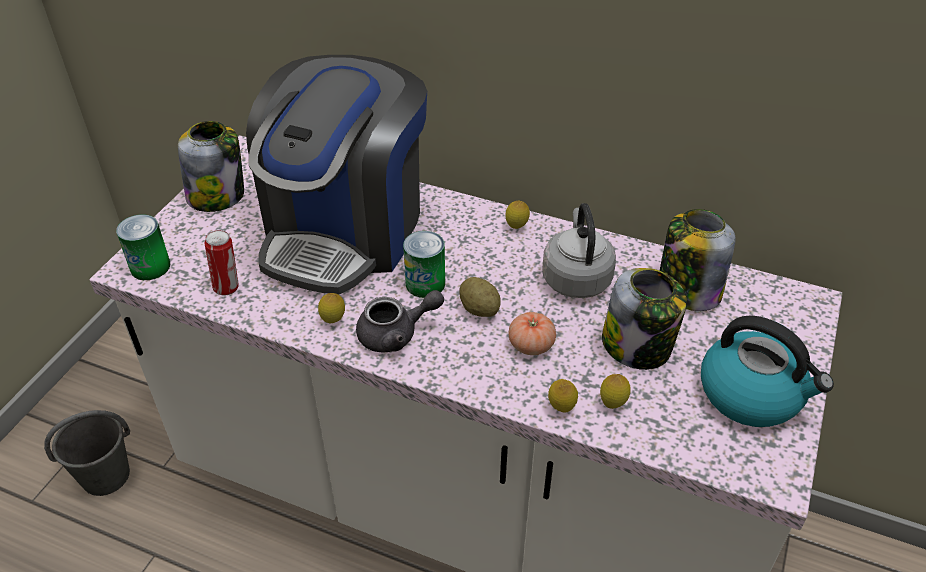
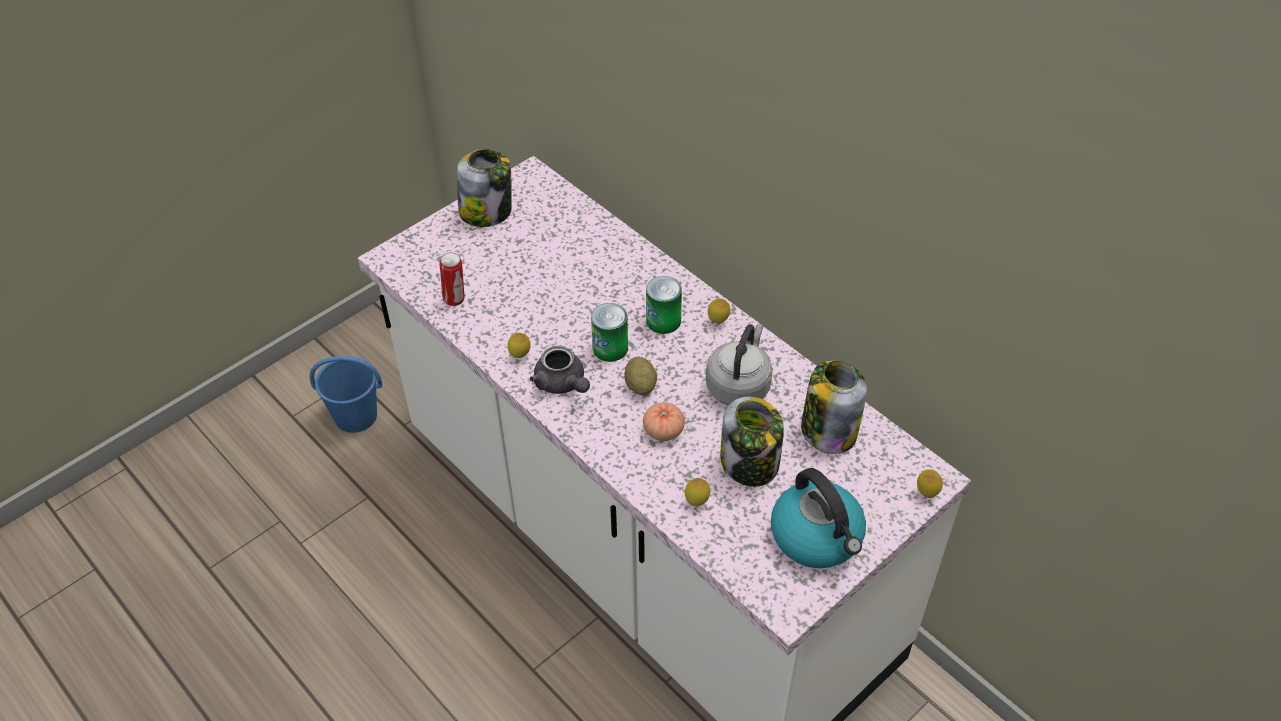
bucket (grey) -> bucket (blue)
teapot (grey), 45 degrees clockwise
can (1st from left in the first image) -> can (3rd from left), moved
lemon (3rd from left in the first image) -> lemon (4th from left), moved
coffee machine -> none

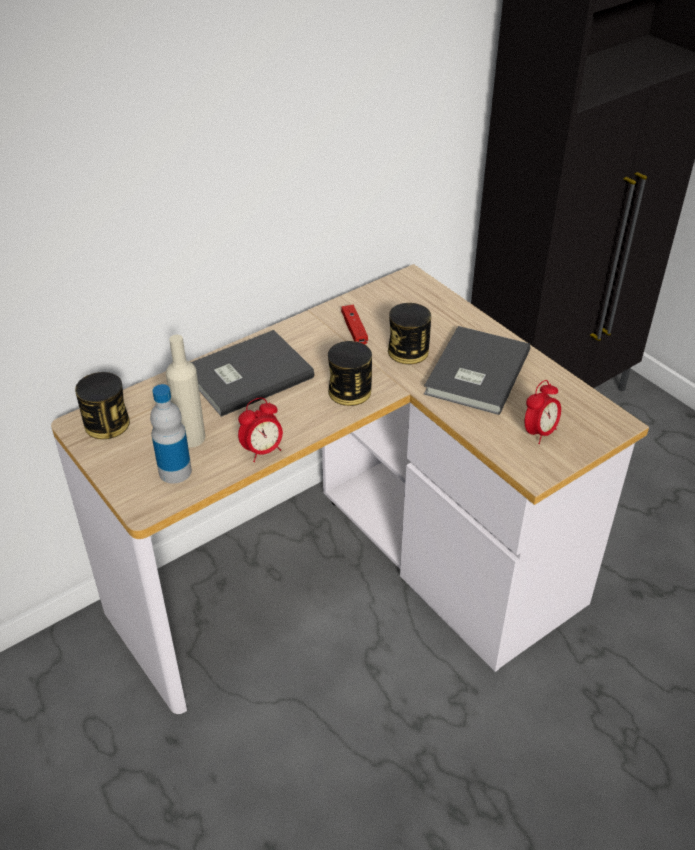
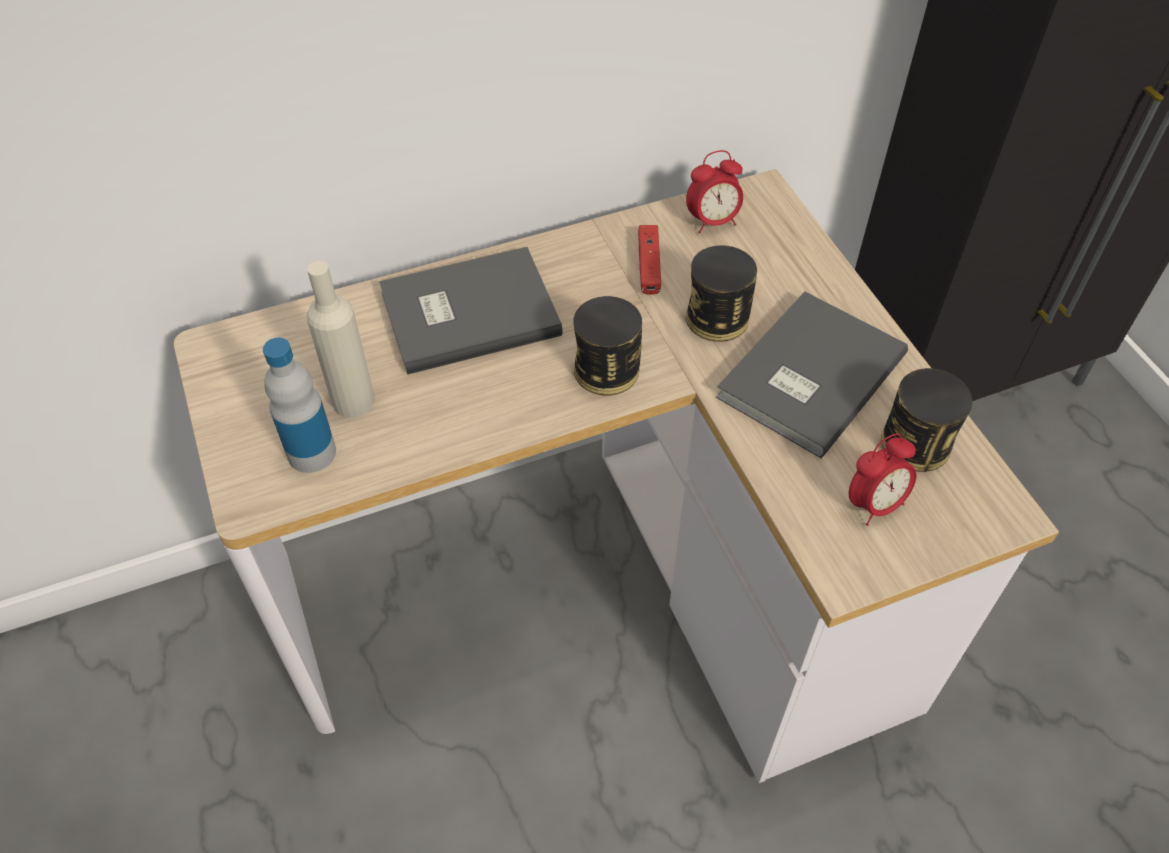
alarm clock (1st from left), moved
can (1st from left in the first image) -> can (3rd from left), moved

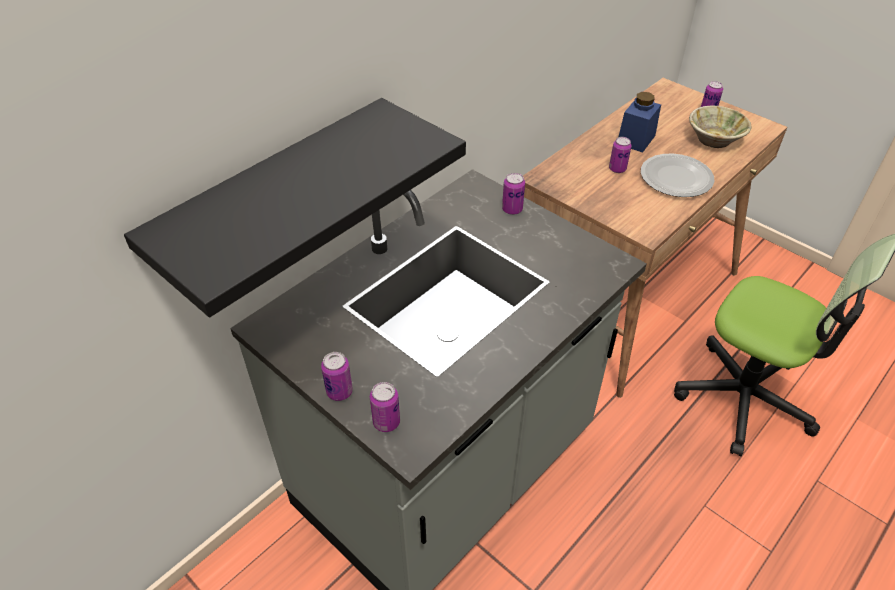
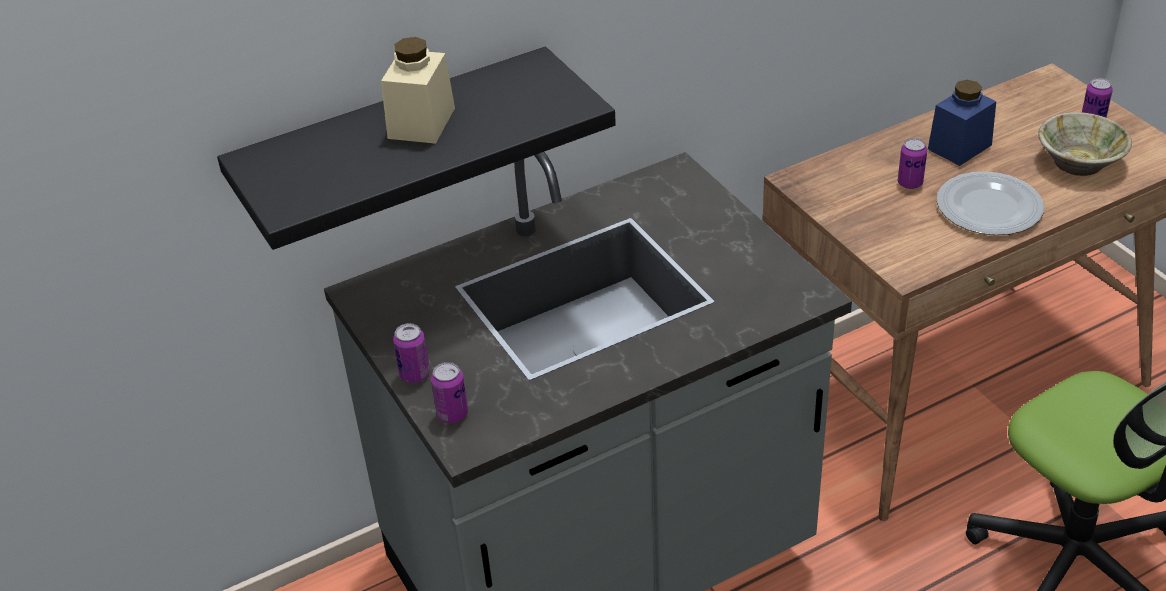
none -> jar (beige)
can (3rd from left) -> none

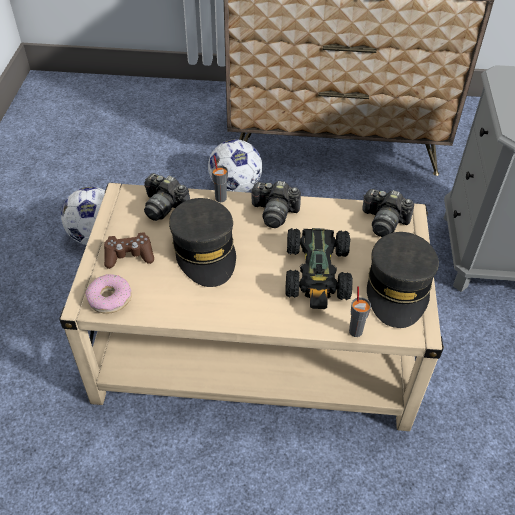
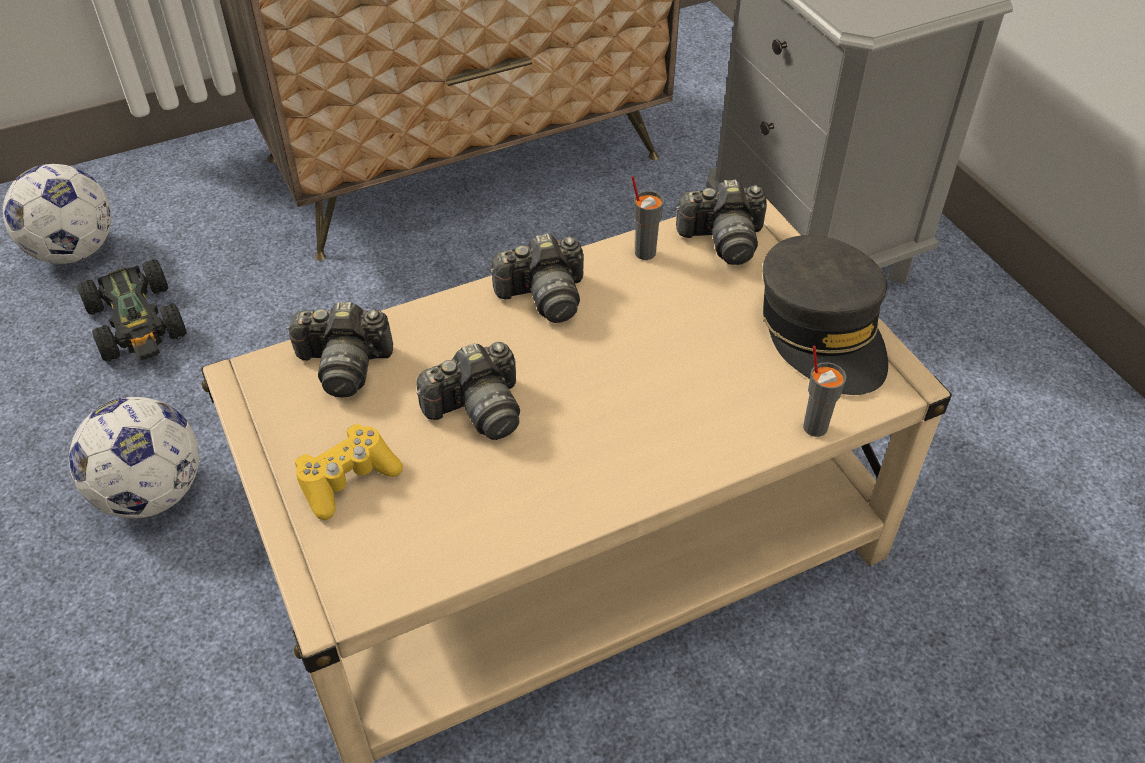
football (2nd from left in the first image) -> football (1st from left), moved
toy car (black), moved
game controller (brown) -> game controller (yellow)
cap (grey) (1st from left) -> photo camera (2nd from left)
cup (grey) (1st from left), moved
donut -> none

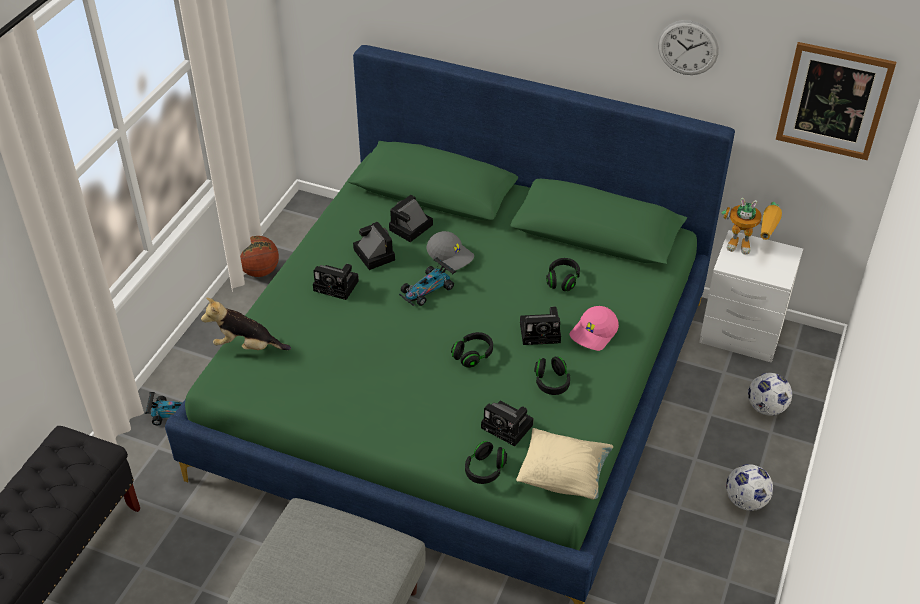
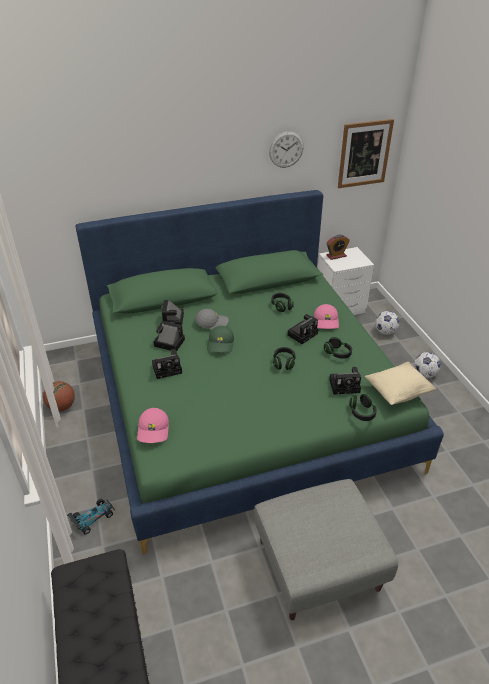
plush toy -> cap (pink) (1st from left)
toy car (2nd from left) -> cap (green)
toy robot -> alarm clock

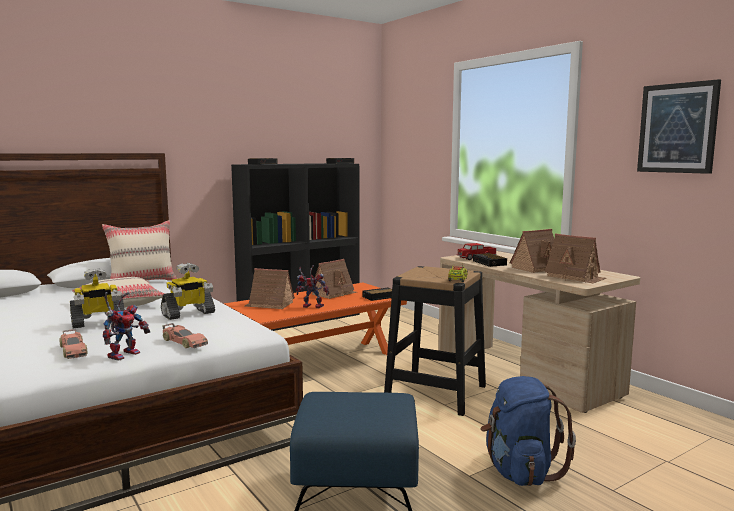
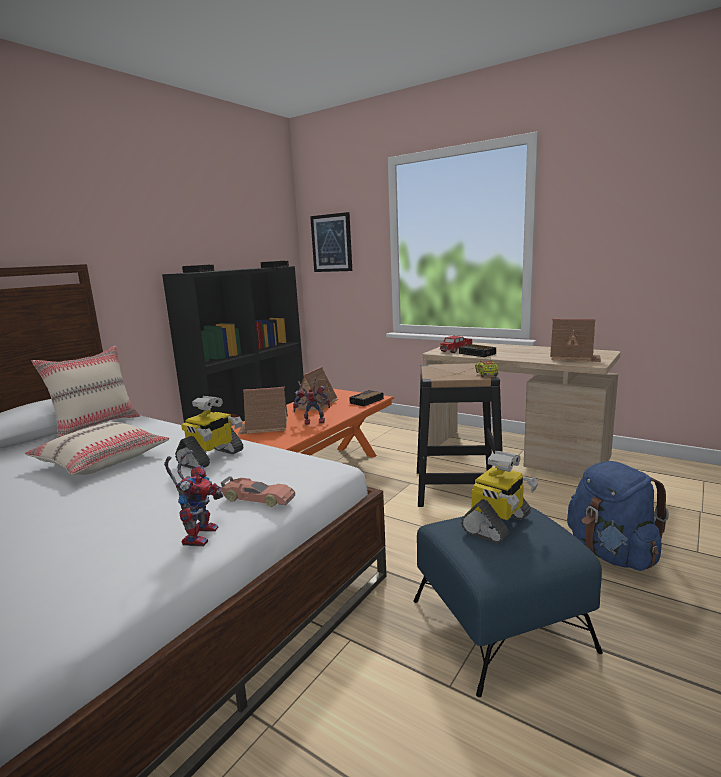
picture, moved
toy robot (1st from left in the first image) -> toy robot (4th from left), moved
toy car (1st from left) -> none
toy house (3rd from left) -> none

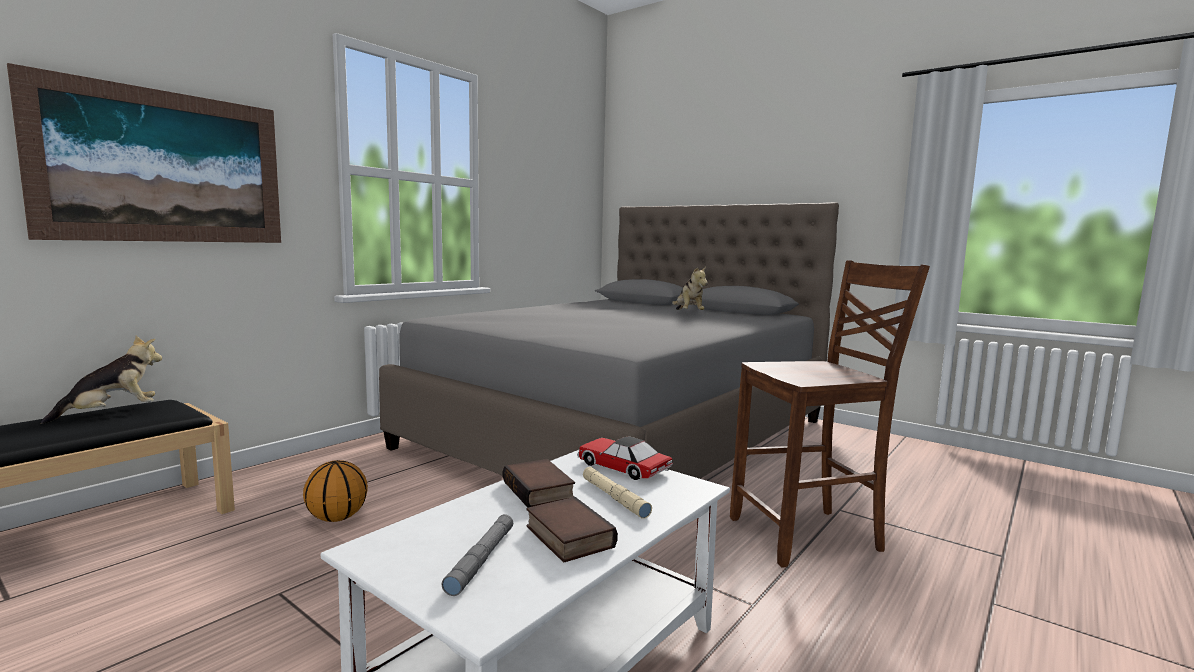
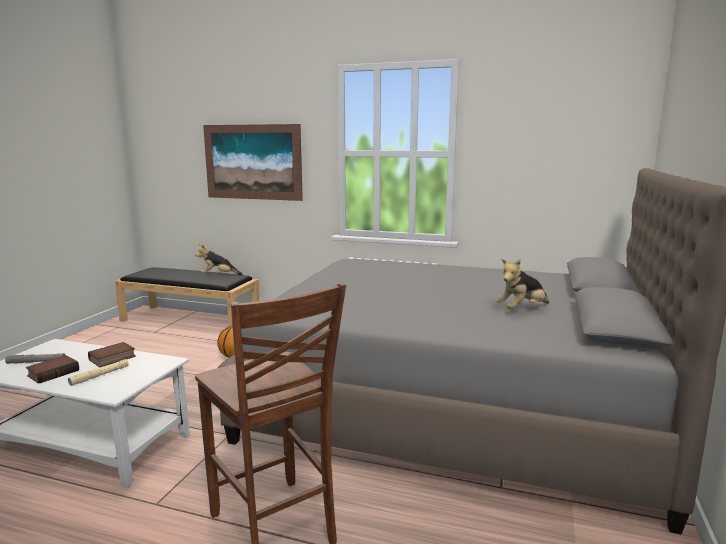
plush toy (1st from left), 150 degrees clockwise
toy car -> none

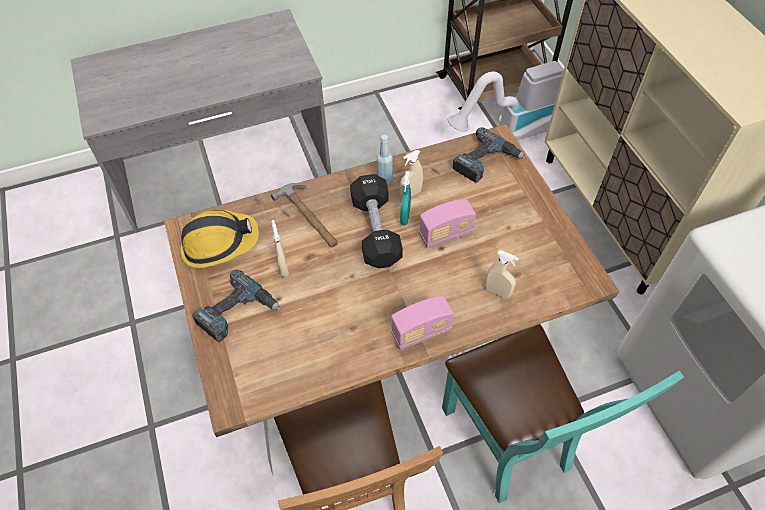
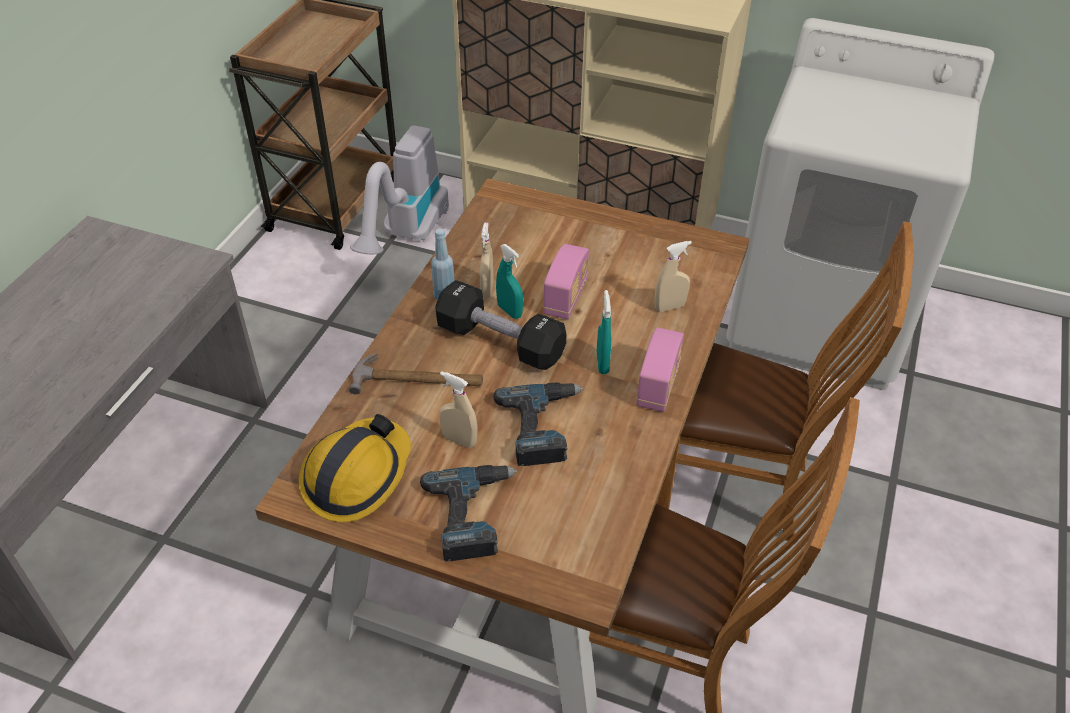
power drill (2nd from left), moved
none -> spray bottle (turquoise) (2nd from left)
chair (turquoise) -> chair (brown) (2nd from left)

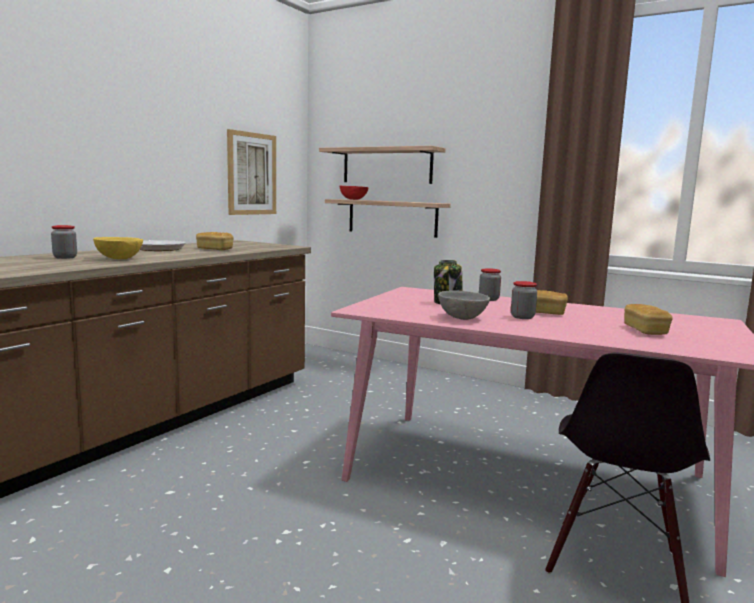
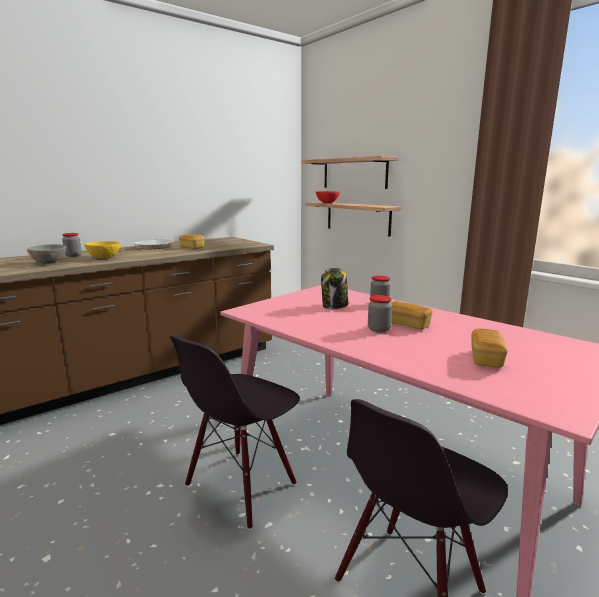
bowl (grey), moved
none -> chair (black) (1st from left)
picture -> none

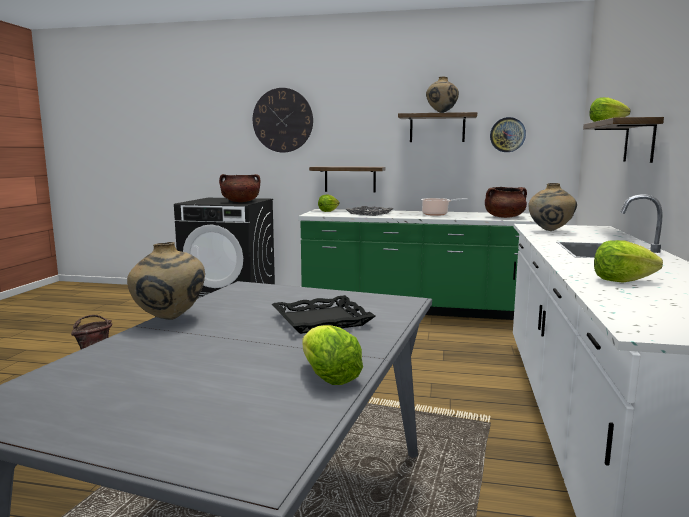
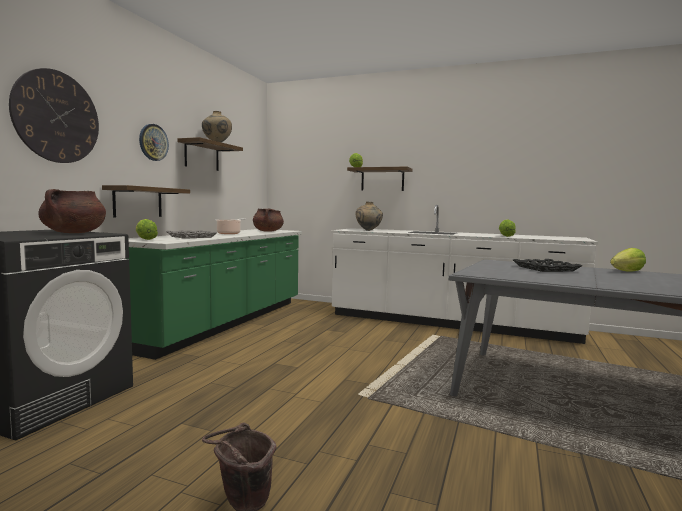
wall clock (2nd from left), moved
vase (beige) (1st from left) -> none

